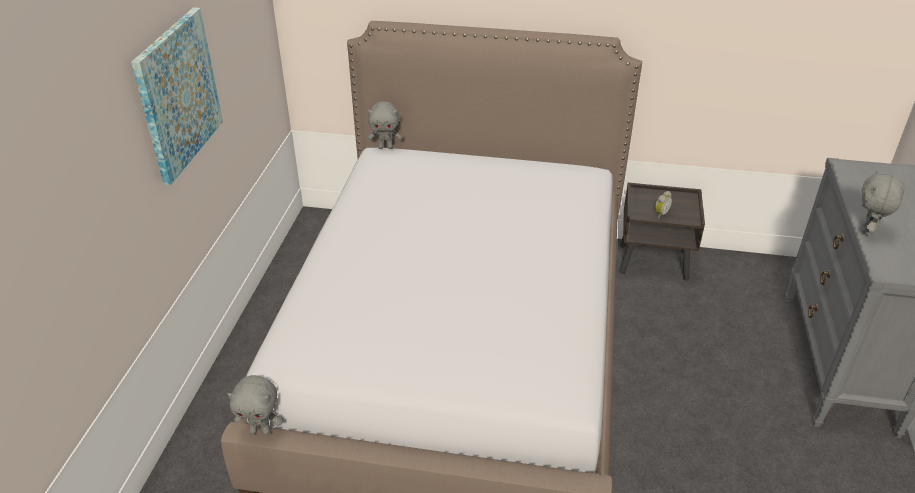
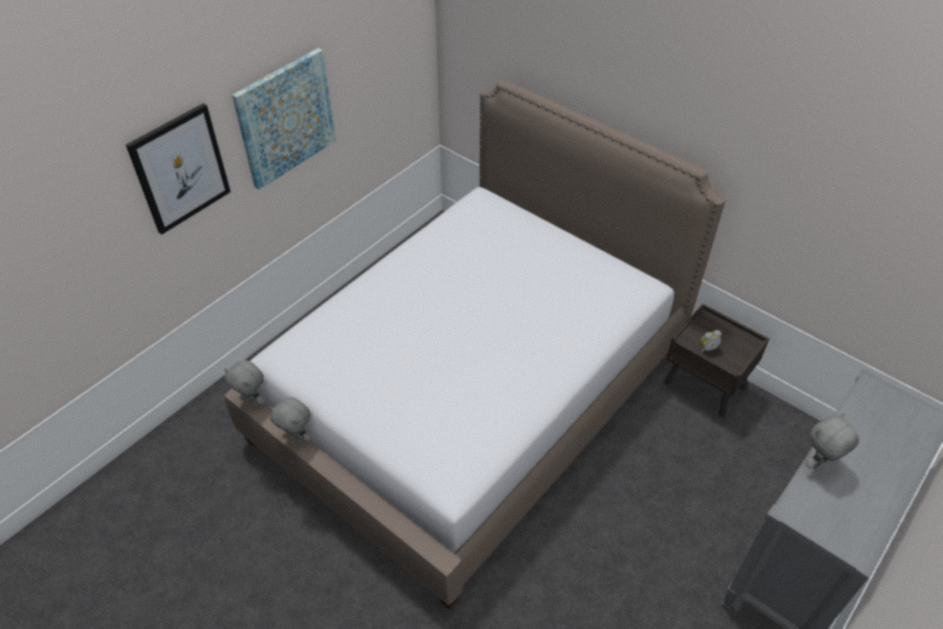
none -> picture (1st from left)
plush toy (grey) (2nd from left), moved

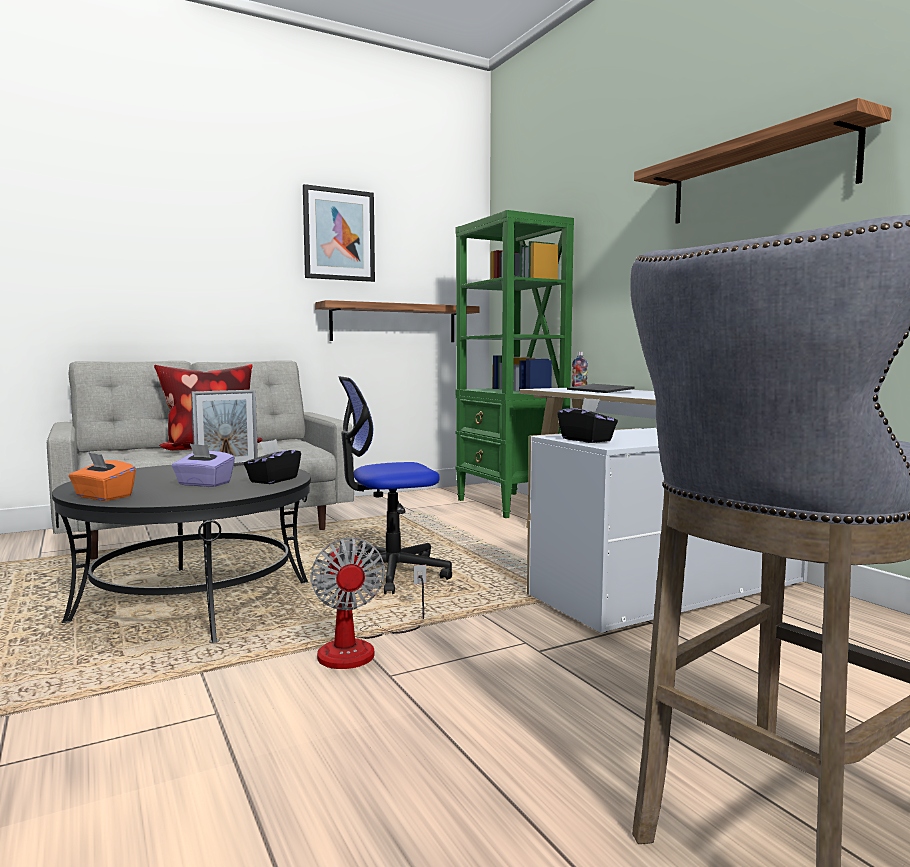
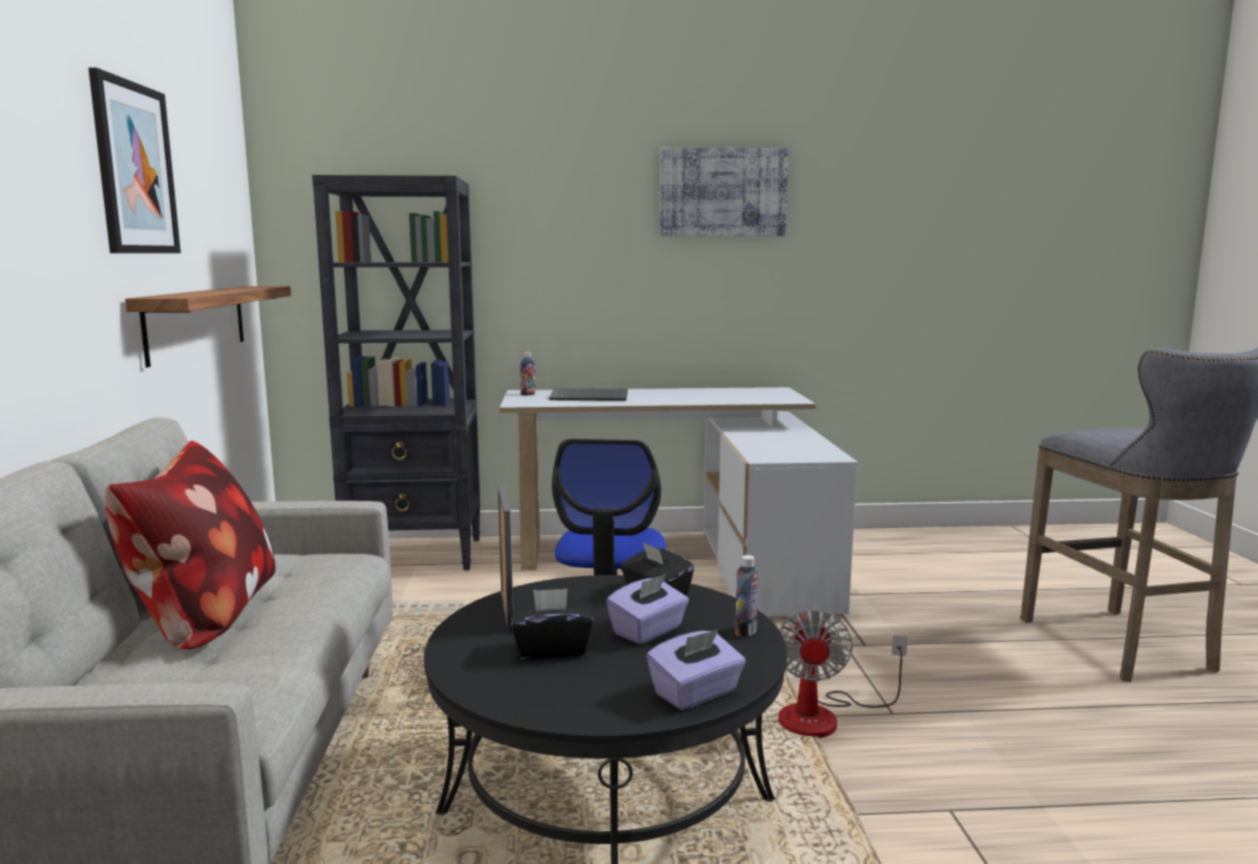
bookcase (green) -> bookcase (black)
tissue box (black) (2nd from left in the first image) -> tissue box (black) (1st from left), moved
tissue box (orange) -> tissue box (purple) (2nd from left)
shelf (2nd from left) -> picture (2nd from left)
none -> bottle (2nd from left)
fan, 90 degrees clockwise

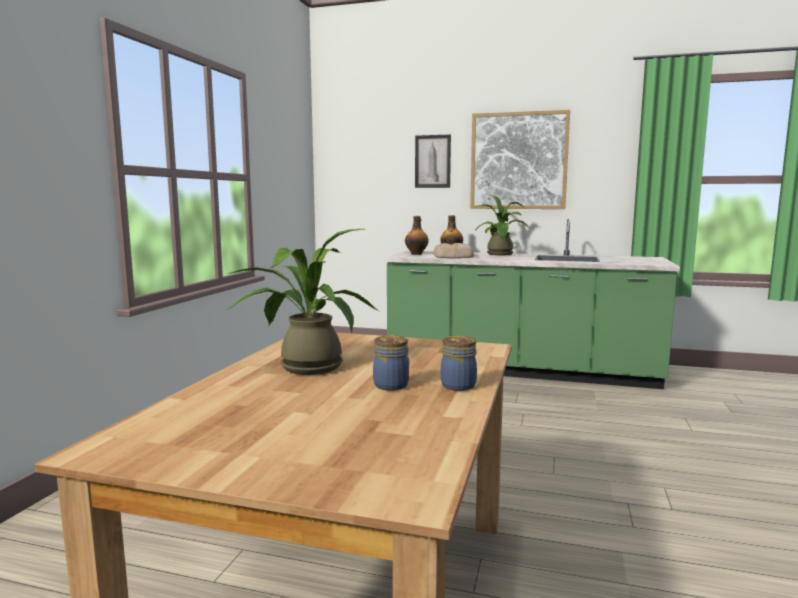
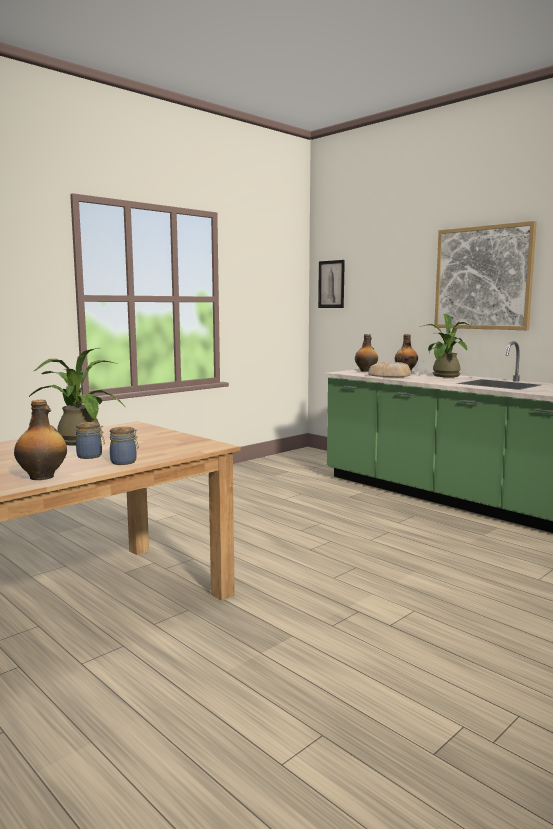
none -> bottle (1st from left)
picture (1st from left), moved

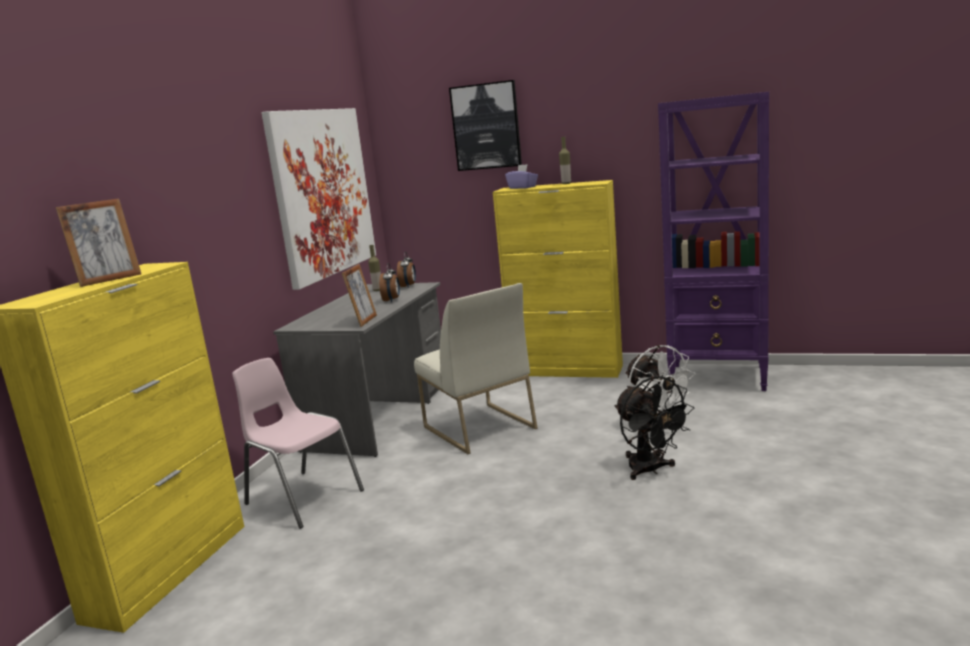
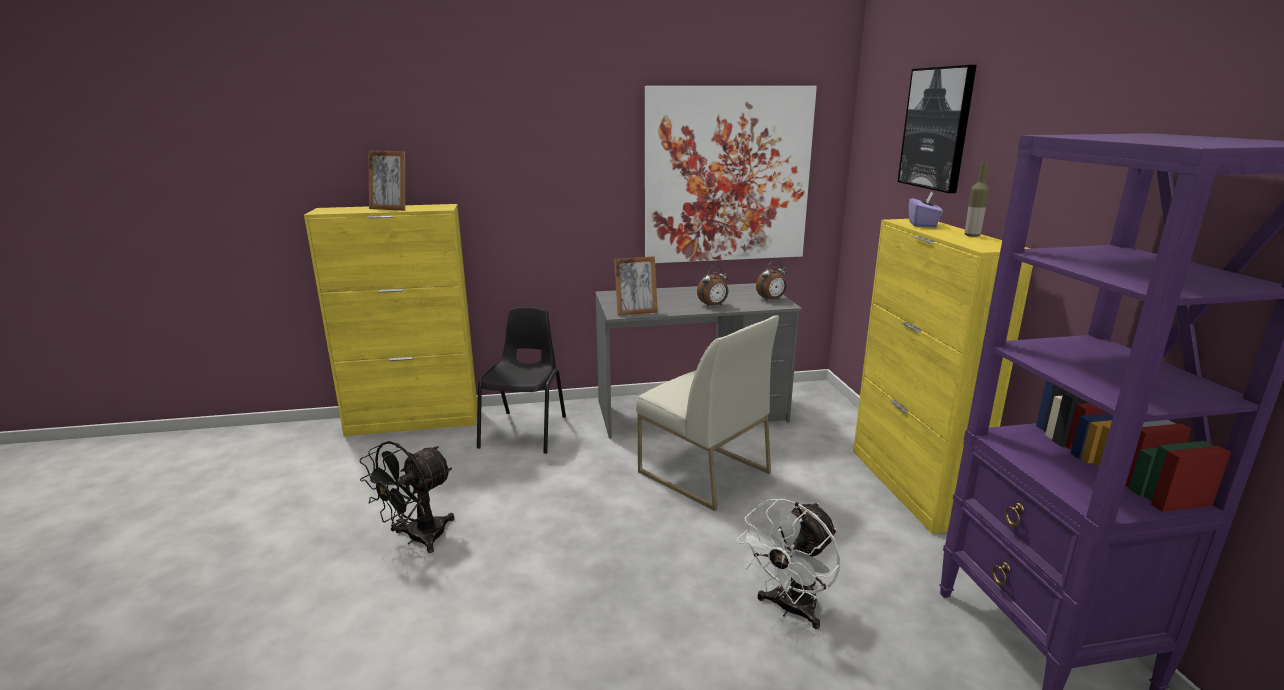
fan (black), moved
chair (pink) -> chair (black)
chair (white), 75 degrees counterclockwise
bottle (1st from left) -> none

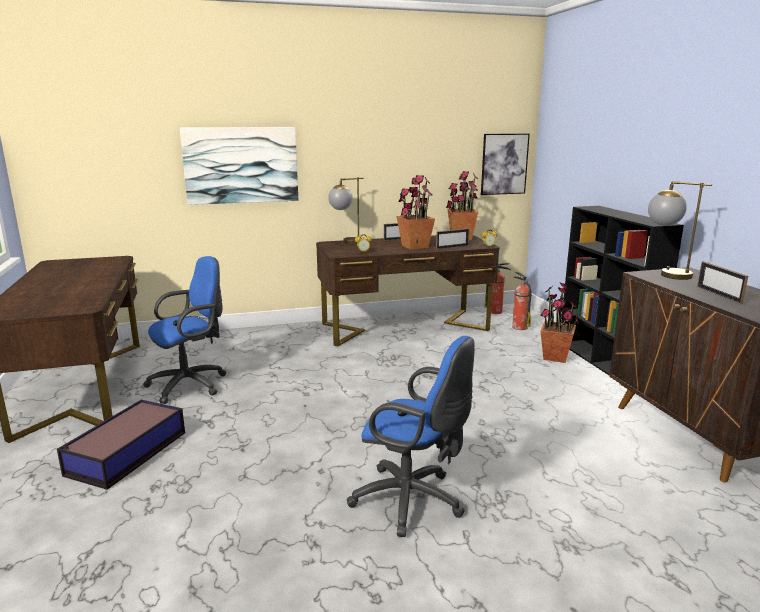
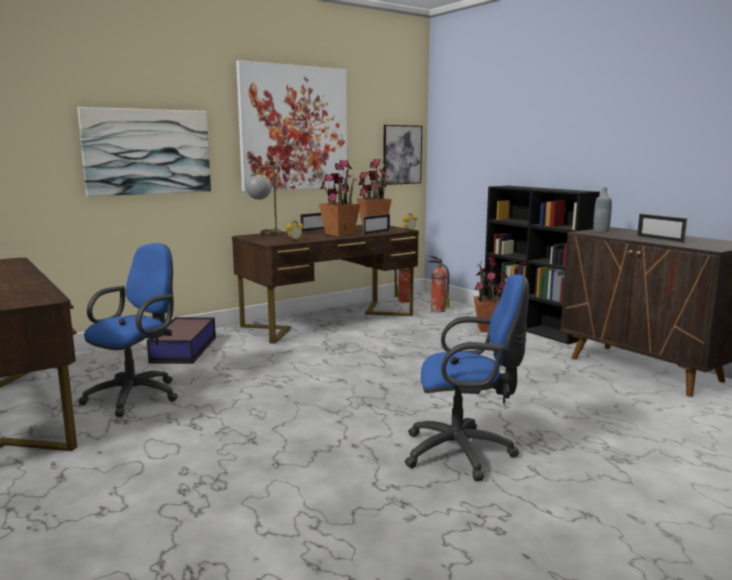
storage box, moved
none -> picture (2nd from left)
table lamp (2nd from left) -> bottle (grey)

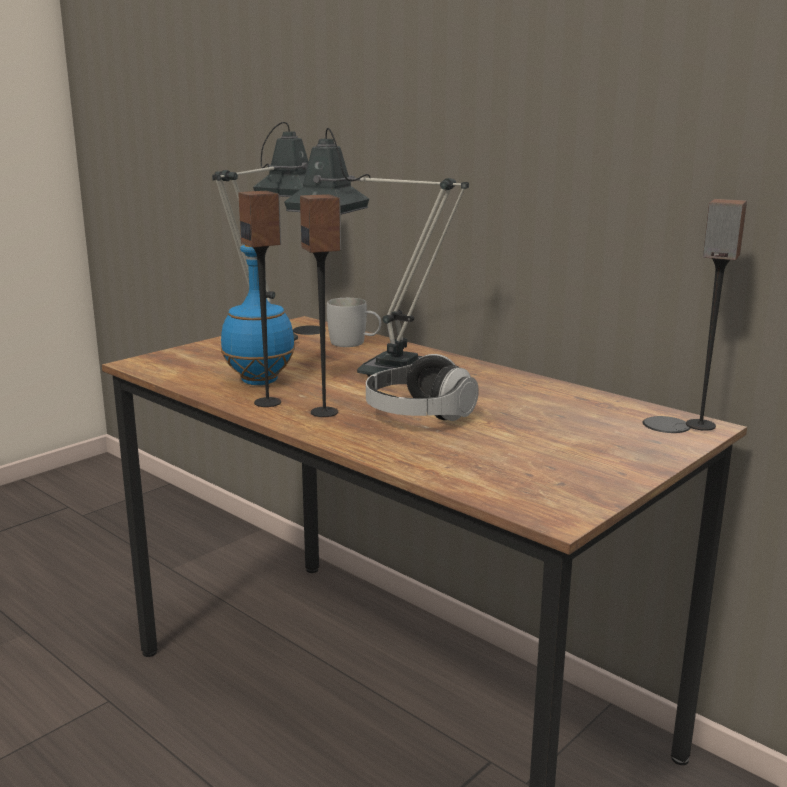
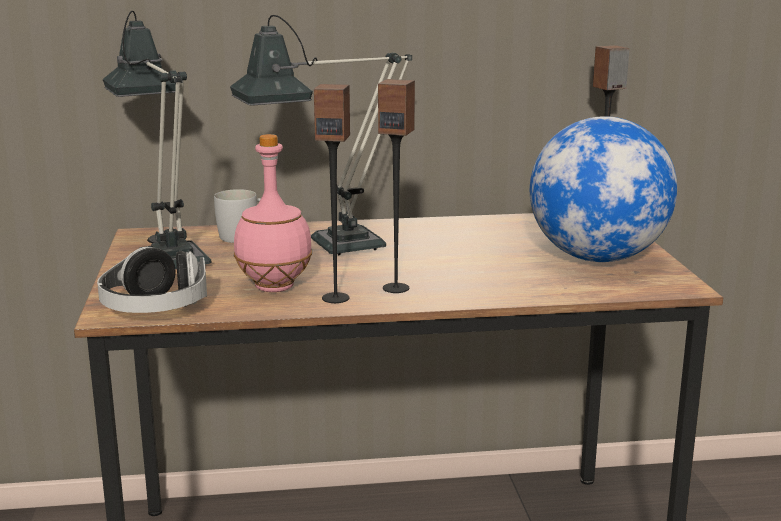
headphones, moved
bottle (blue) -> bottle (pink)
none -> globe

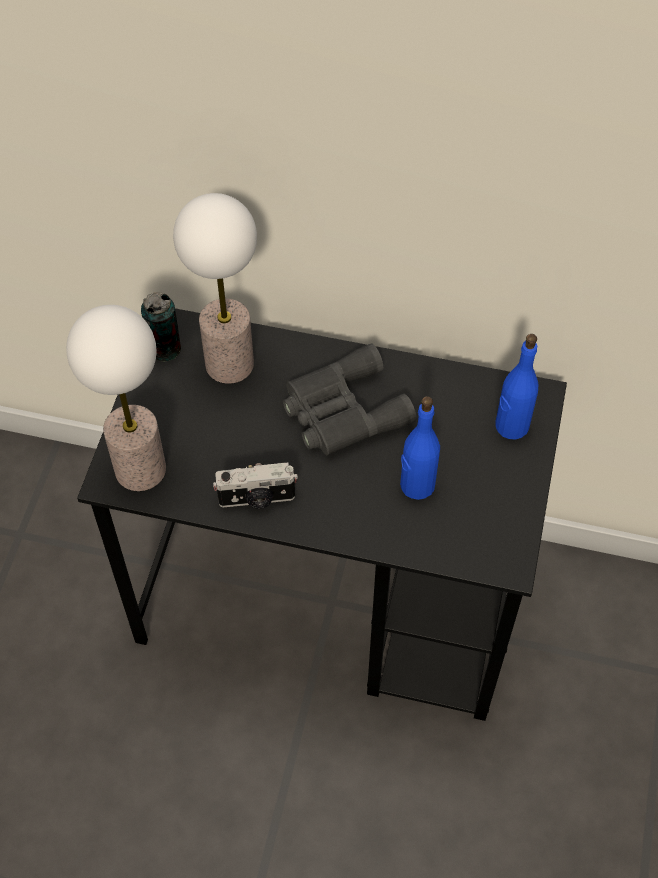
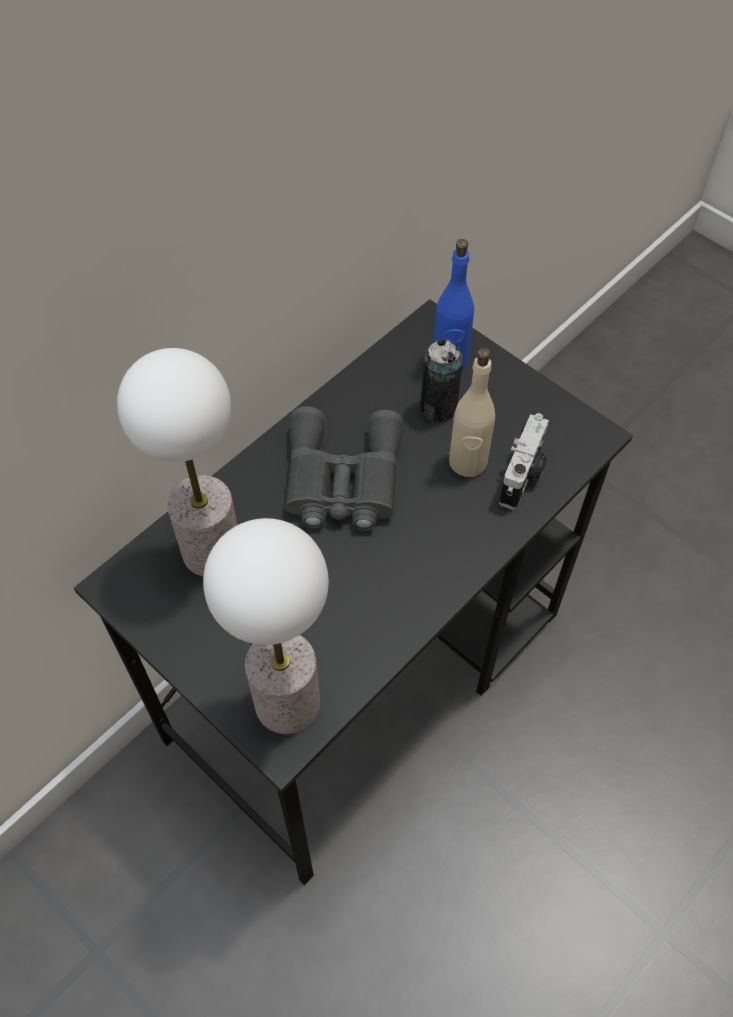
can, moved
bottle (blue) (1st from left) -> bottle (beige)
photo camera, moved

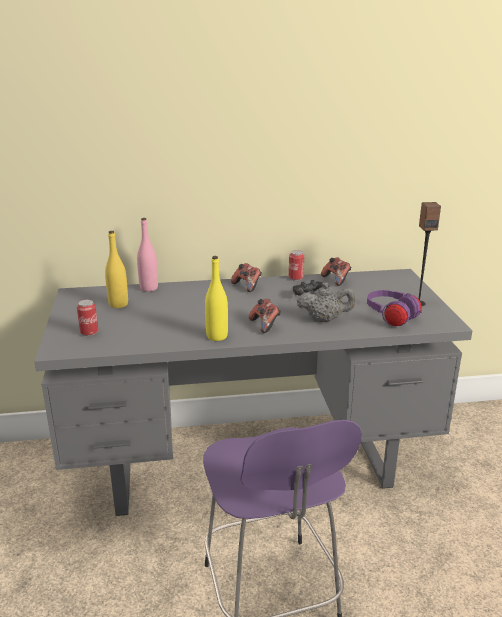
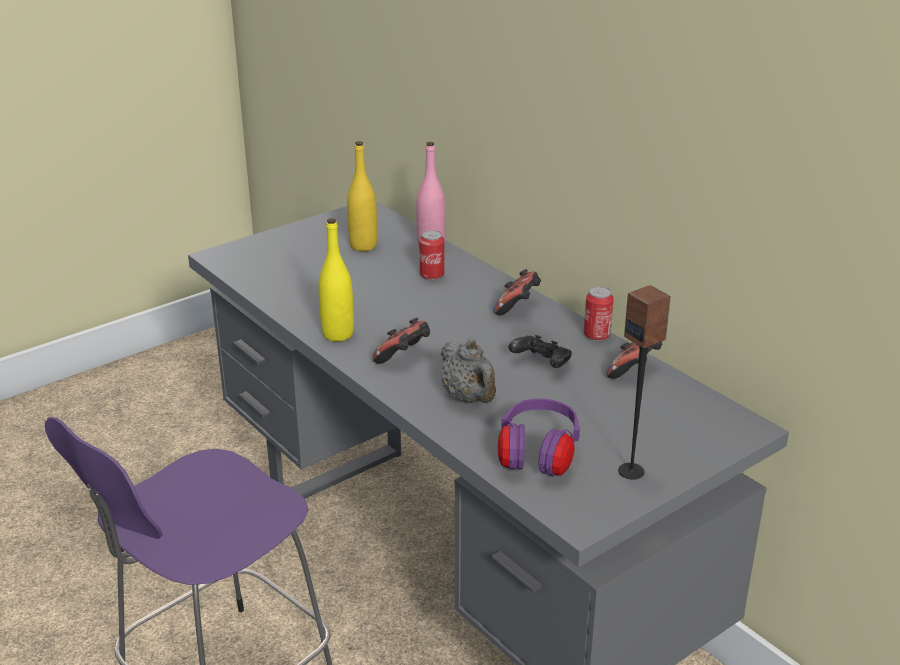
can (1st from left), moved

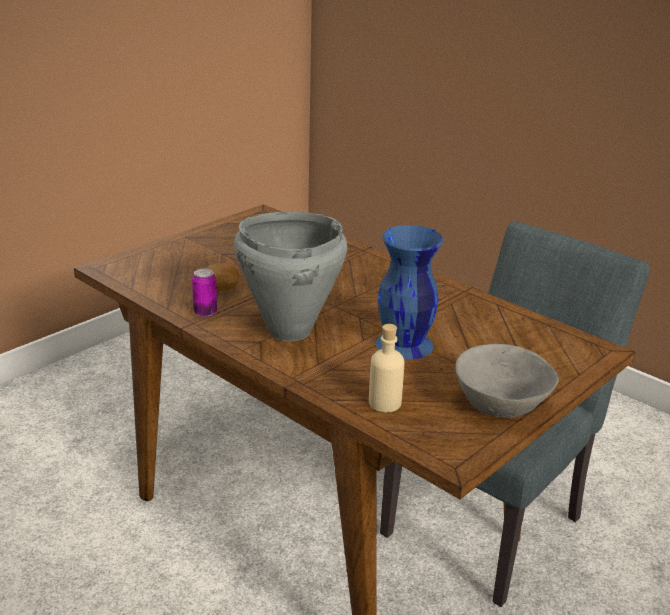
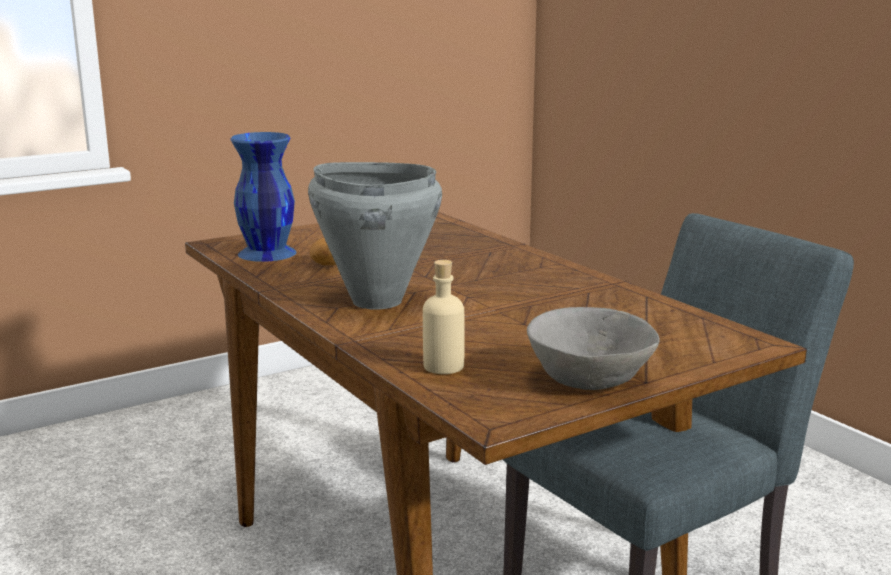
vase (blue), moved
can -> none

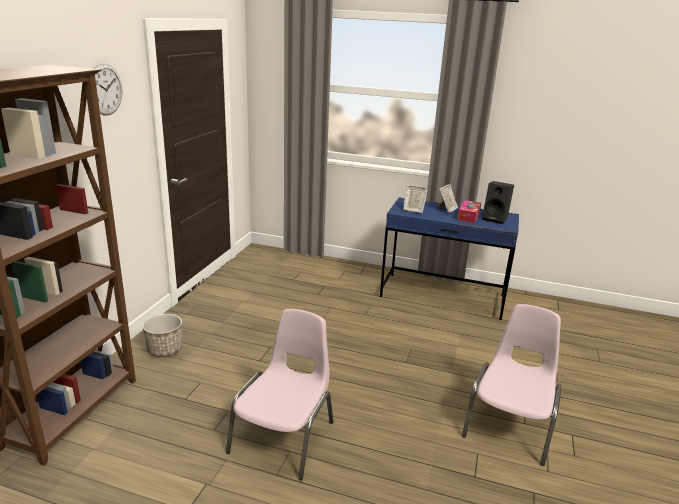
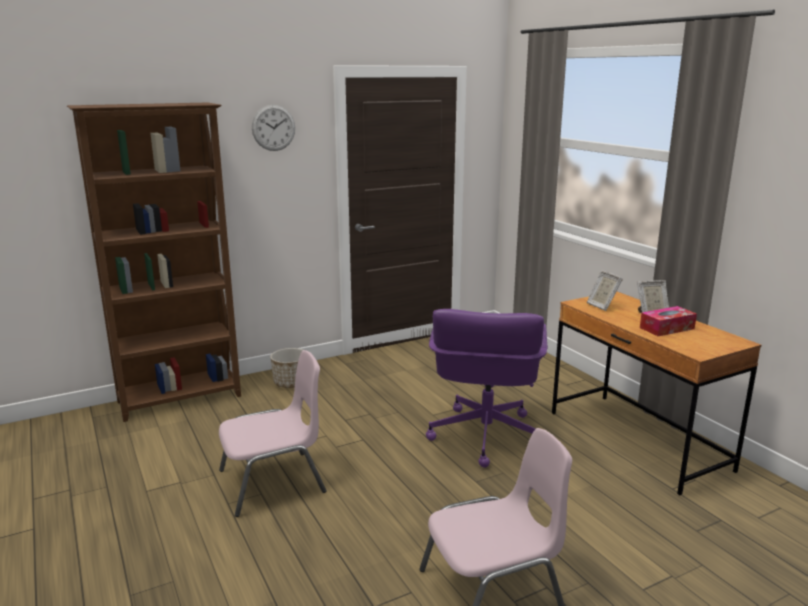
none -> office chair (purple)
desk (blue) -> desk (brown)
speaker (black) -> none

